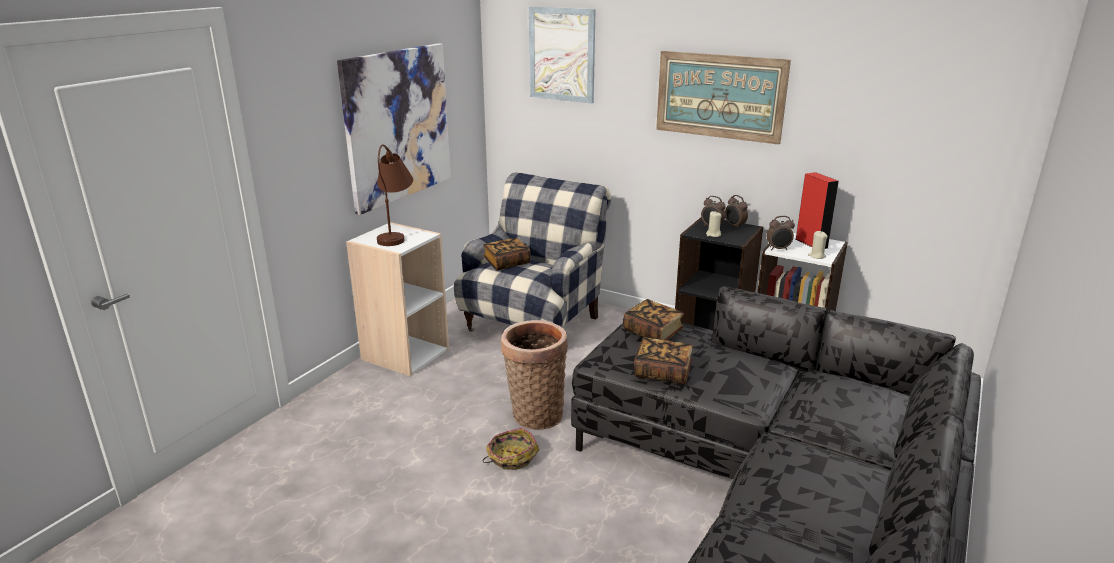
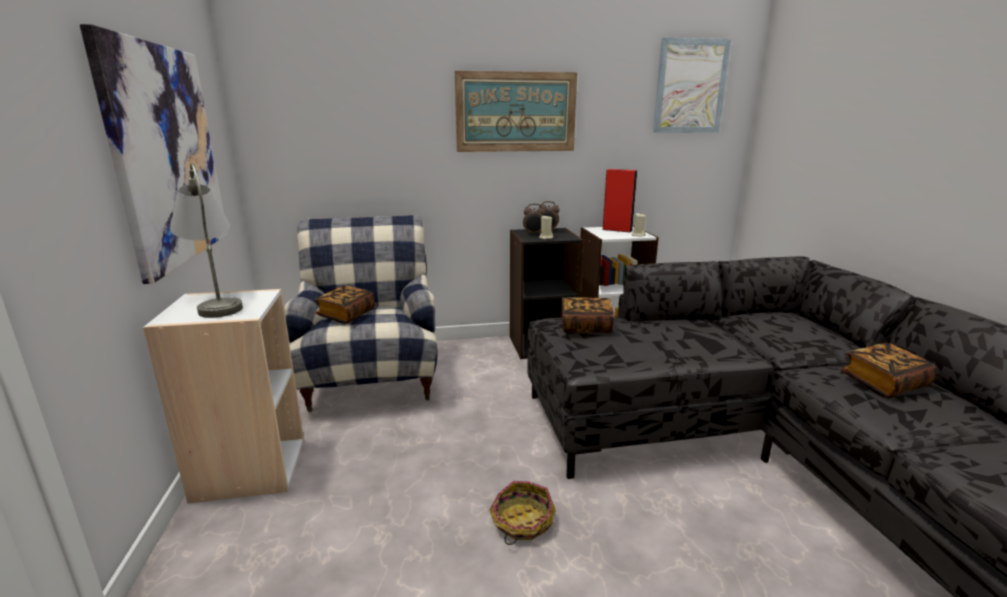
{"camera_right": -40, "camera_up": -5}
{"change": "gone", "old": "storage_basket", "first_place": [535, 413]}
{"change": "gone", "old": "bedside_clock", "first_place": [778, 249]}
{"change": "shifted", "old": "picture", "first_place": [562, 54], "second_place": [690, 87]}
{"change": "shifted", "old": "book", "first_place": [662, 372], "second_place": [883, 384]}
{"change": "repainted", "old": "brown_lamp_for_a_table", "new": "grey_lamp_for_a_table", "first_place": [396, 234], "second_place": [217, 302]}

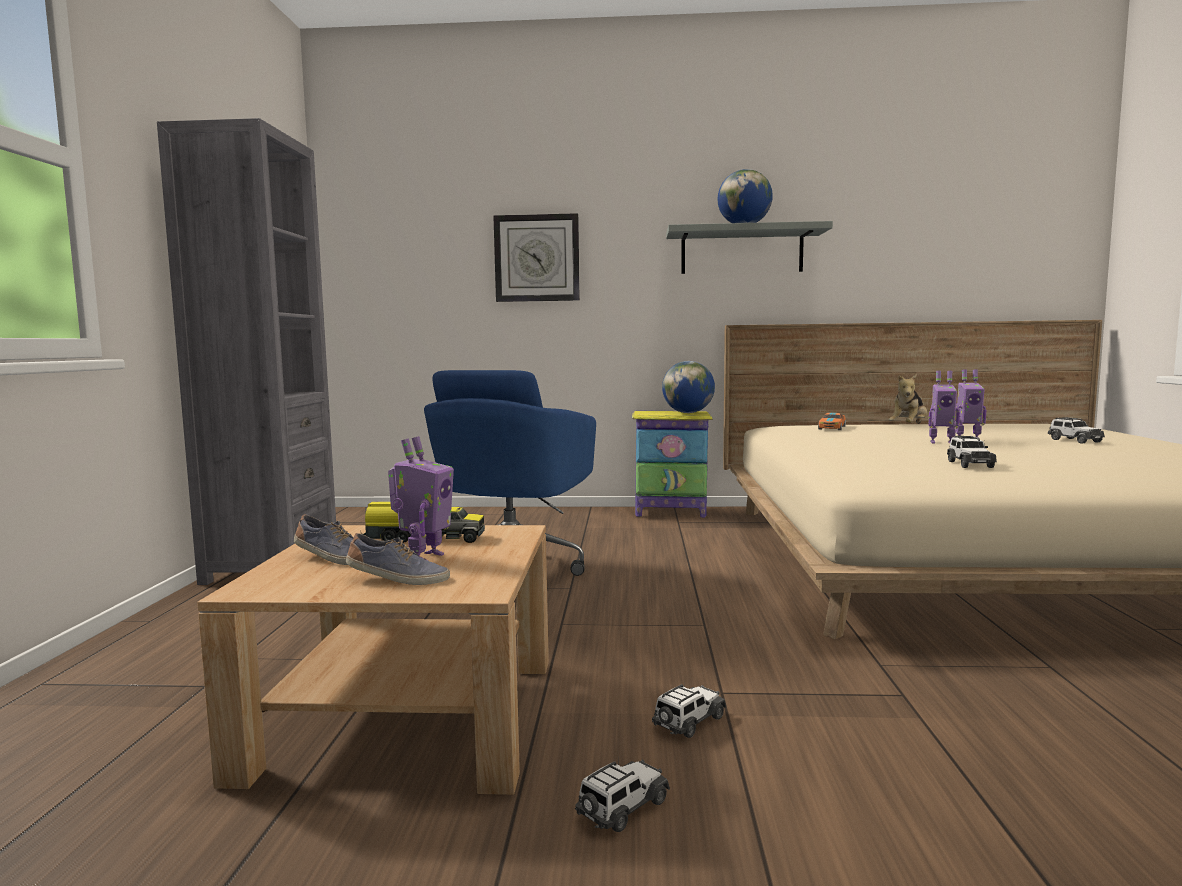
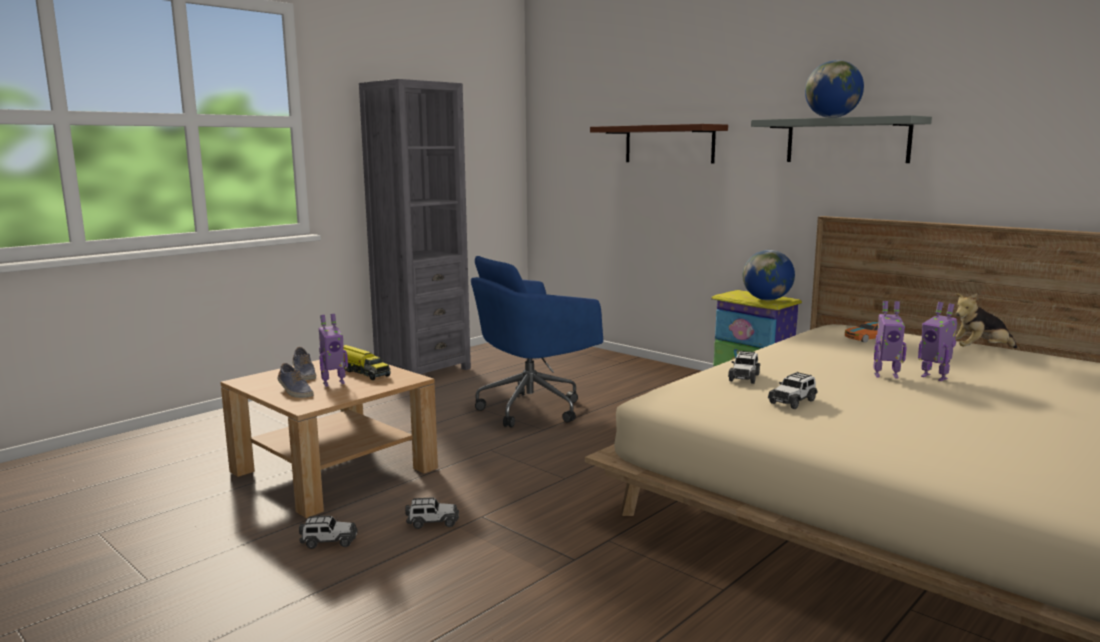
{"camera_right": 40, "camera_up": 5}
{"change": "shifted", "old": "model_car", "first_place": [1074, 440], "second_place": [744, 377]}
{"change": "swapped", "old": "hanging_clock", "new": "brown_bracket_shelf", "first_place": [537, 258], "second_place": [669, 144]}
{"change": "rotated", "old": "toy_robot", "first_place": [941, 442], "second_place": [885, 375], "degrees": -45}

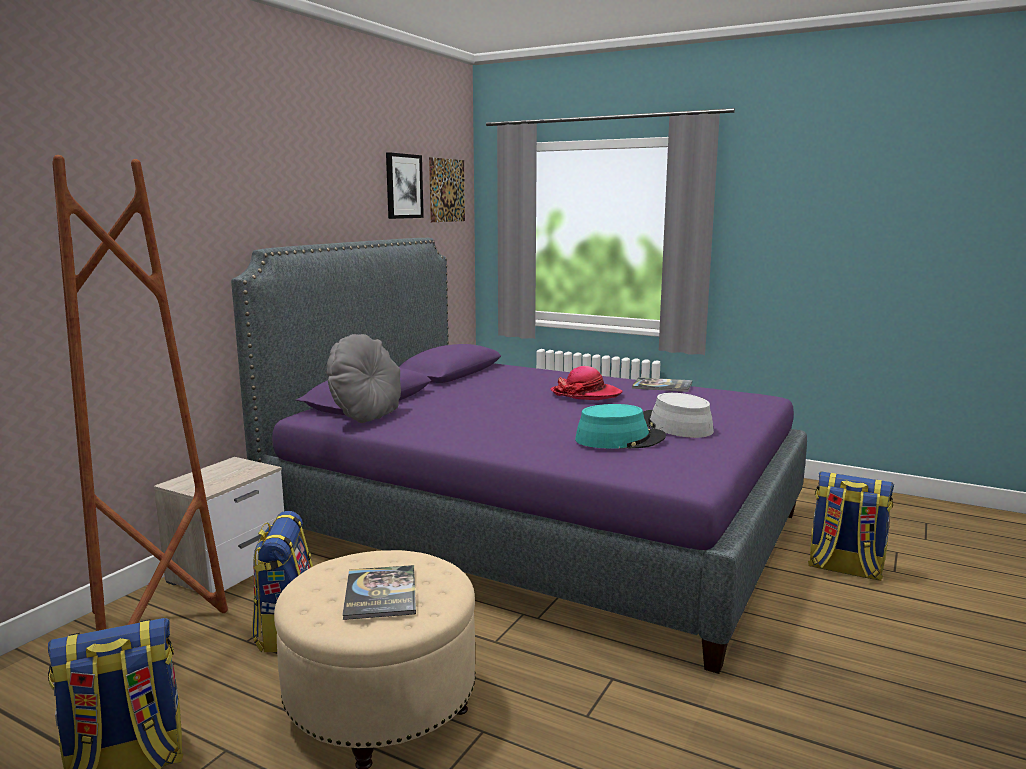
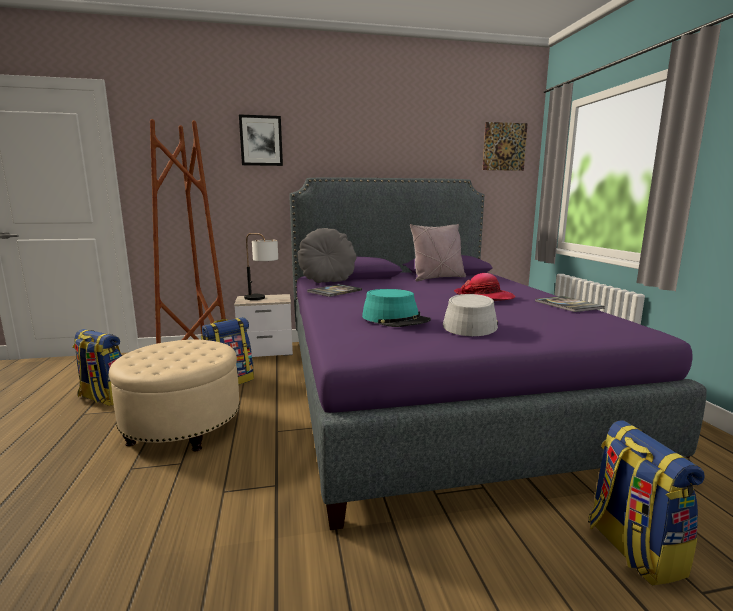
{"camera_right": 50, "camera_up": 0}
{"change": "new", "new": "lamp_for_a_table", "second_place": [262, 299]}
{"change": "new", "new": "purple-coloured_cushion", "second_place": [437, 278]}
{"change": "shifted", "old": "book", "first_place": [380, 593], "second_place": [334, 291]}
{"change": "shifted", "old": "picture", "first_place": [403, 186], "second_place": [261, 141]}

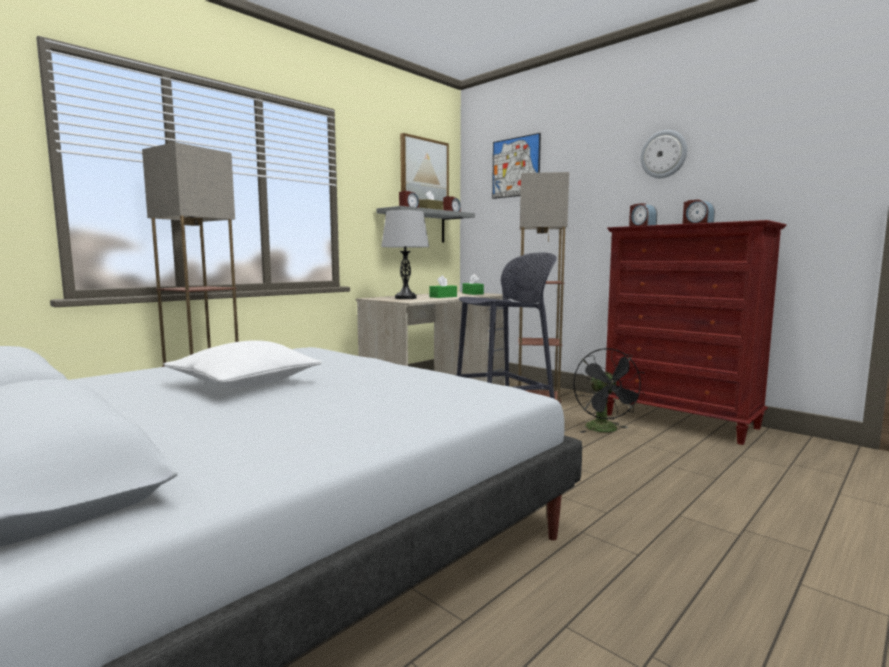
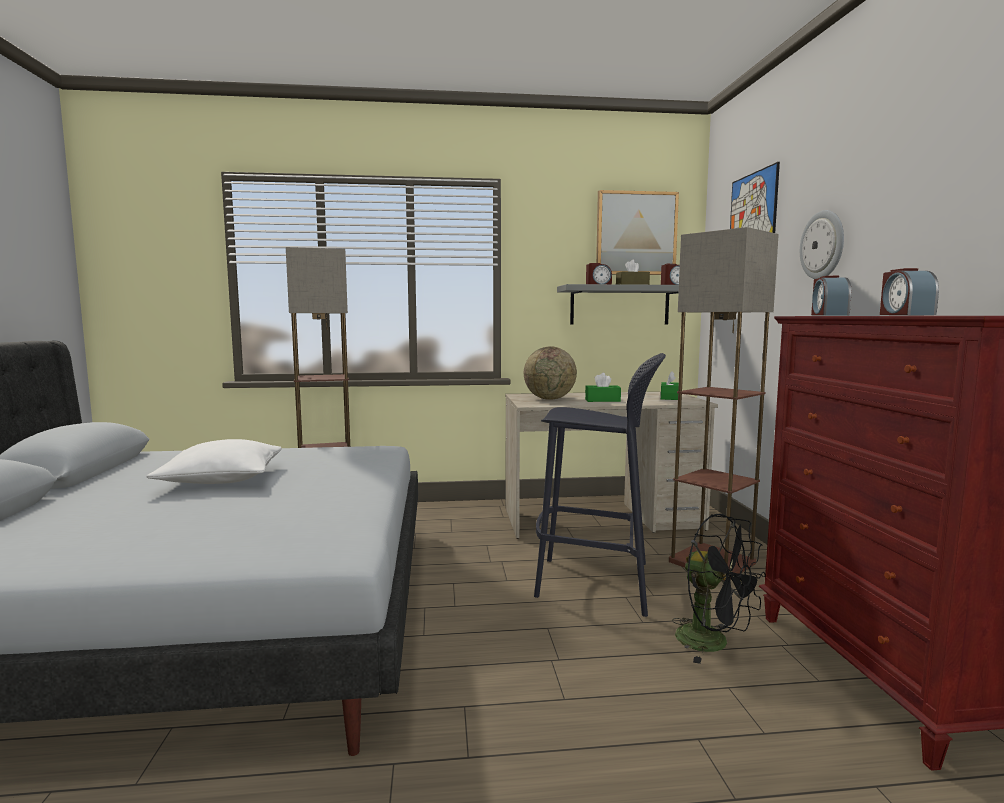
{"camera_right": 40, "camera_up": 0}
{"change": "shifted", "old": "hanging_clock", "first_place": [663, 154], "second_place": [823, 245]}
{"change": "swapped", "old": "grey_lamp_for_a_table", "new": "desk_globe", "first_place": [405, 298], "second_place": [549, 399]}
{"change": "rotated", "old": "black_electric_fan", "first_place": [606, 430], "second_place": [713, 643], "degrees": -75}

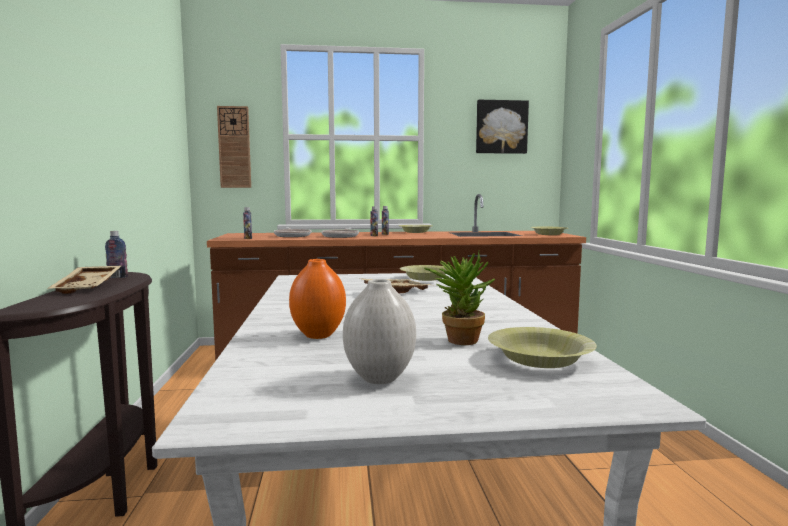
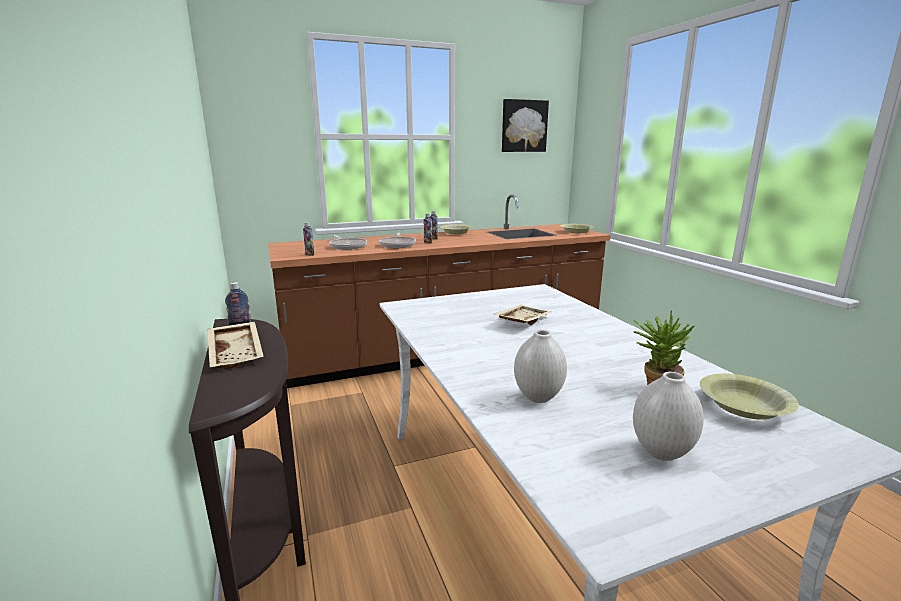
{"camera_right": -15, "camera_up": 10}
{"change": "gone", "old": "hanging_clock", "first_place": [234, 147]}
{"change": "gone", "old": "yellow-coloured_serving_bowl", "first_place": [426, 278]}
{"change": "repainted", "old": "orange-coloured_decorative_vase", "new": "whitish_decorative_vase", "first_place": [319, 335], "second_place": [539, 397]}

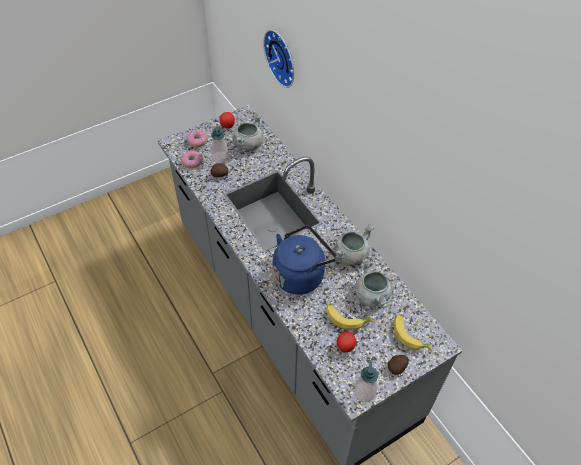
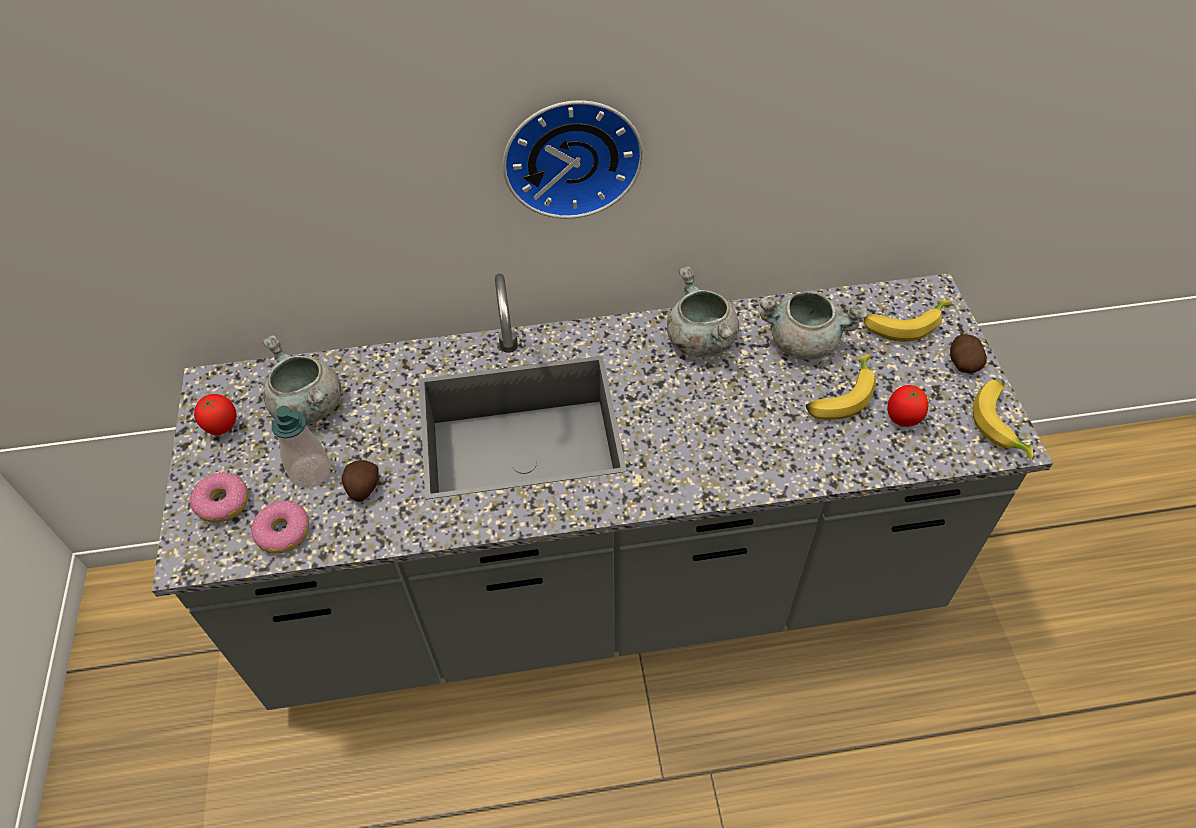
{"camera_right": -65, "camera_up": 0}
{"change": "gone", "old": "blue_kettle", "first_place": [301, 274]}
{"change": "shifted", "old": "hanging_clock", "first_place": [282, 57], "second_place": [571, 155]}
{"change": "swapped", "old": "soap_bottle", "new": "banana_fruit", "first_place": [364, 392], "second_place": [1001, 424]}

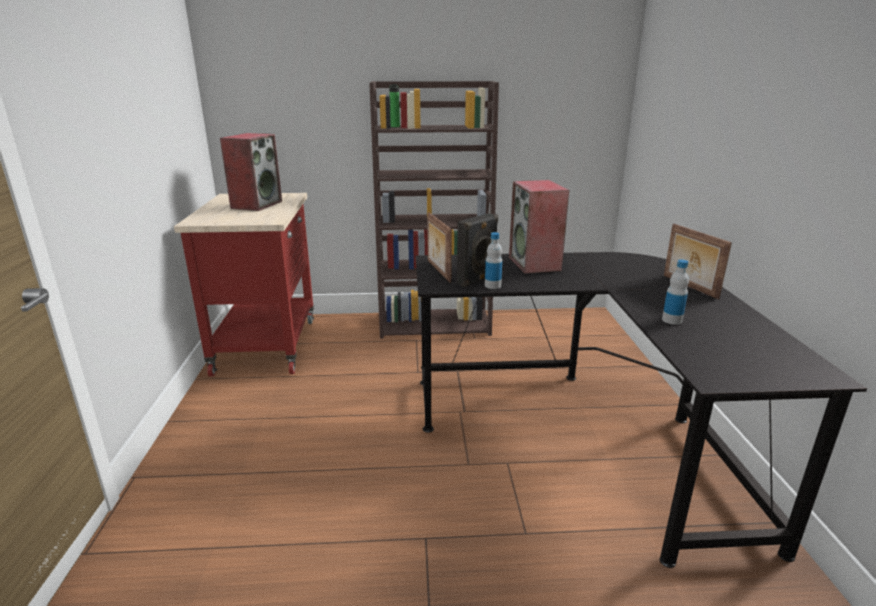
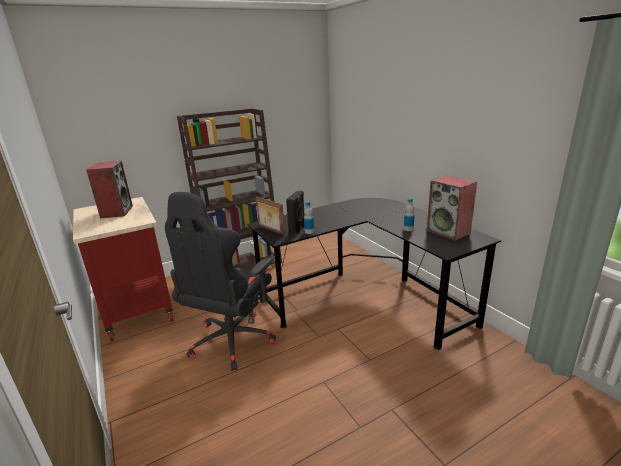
{"camera_right": -25, "camera_up": 0}
{"change": "gone", "old": "standing_frame", "first_place": [689, 286]}
{"change": "new", "new": "black_desk_chair", "second_place": [232, 340]}
{"change": "shifted", "old": "audio_speaker", "first_place": [535, 264], "second_place": [449, 232]}

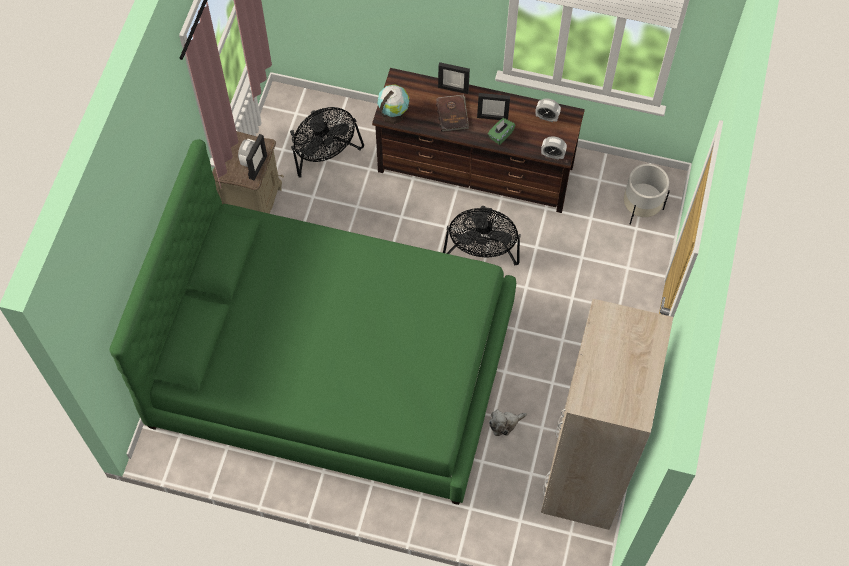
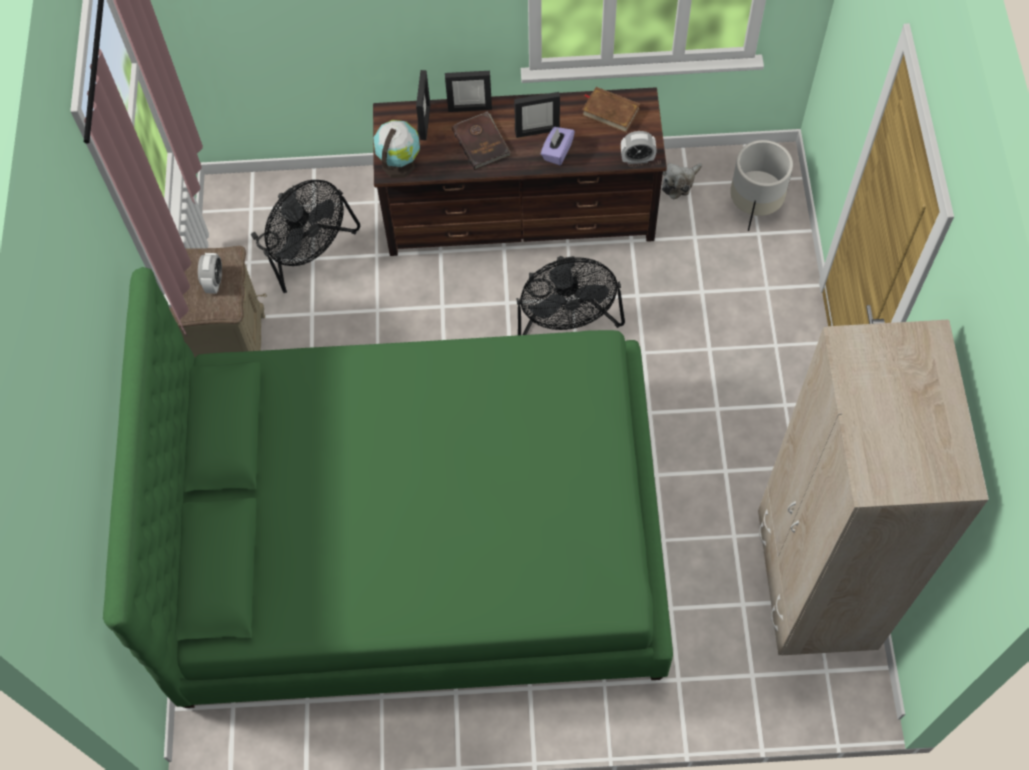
{"camera_right": -15, "camera_up": 0}
{"change": "shifted", "old": "standing_frame", "first_place": [258, 167], "second_place": [424, 122]}
{"change": "shifted", "old": "cuddly_toy", "first_place": [505, 424], "second_place": [679, 183]}
{"change": "swapped", "old": "bedside_clock", "new": "brown_book", "first_place": [547, 117], "second_place": [610, 111]}
{"change": "repainted", "old": "green-coloured_tissue_box", "new": "purple-coloured_tissue_box", "first_place": [500, 135], "second_place": [557, 152]}

